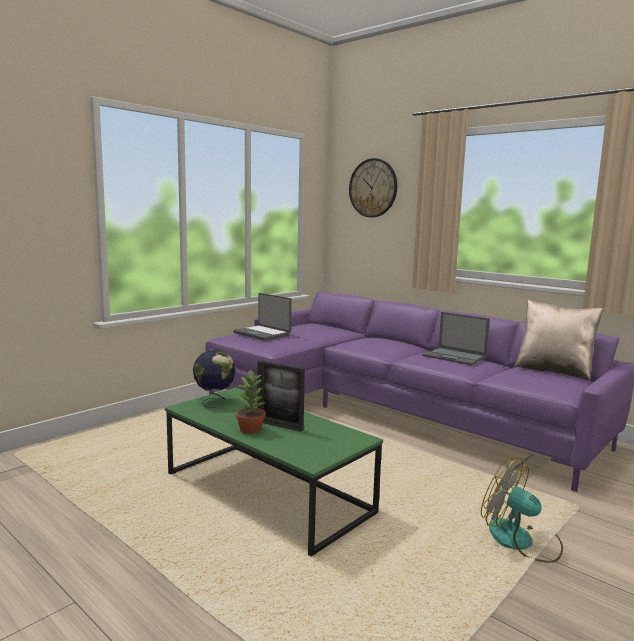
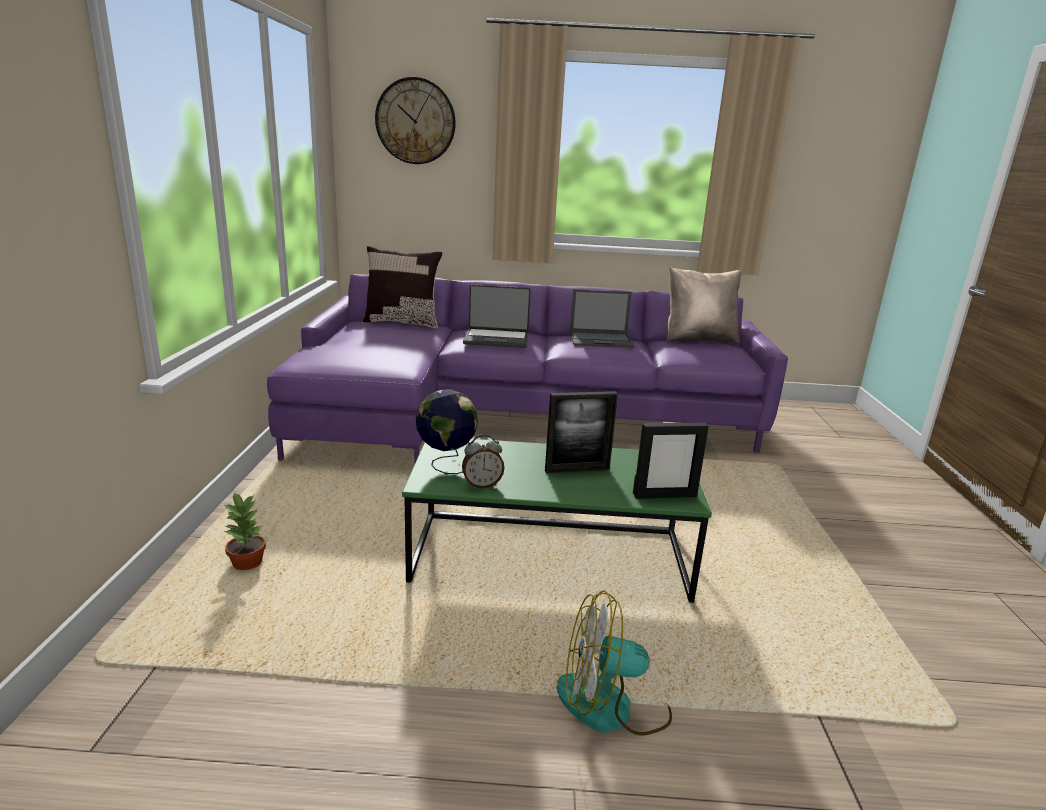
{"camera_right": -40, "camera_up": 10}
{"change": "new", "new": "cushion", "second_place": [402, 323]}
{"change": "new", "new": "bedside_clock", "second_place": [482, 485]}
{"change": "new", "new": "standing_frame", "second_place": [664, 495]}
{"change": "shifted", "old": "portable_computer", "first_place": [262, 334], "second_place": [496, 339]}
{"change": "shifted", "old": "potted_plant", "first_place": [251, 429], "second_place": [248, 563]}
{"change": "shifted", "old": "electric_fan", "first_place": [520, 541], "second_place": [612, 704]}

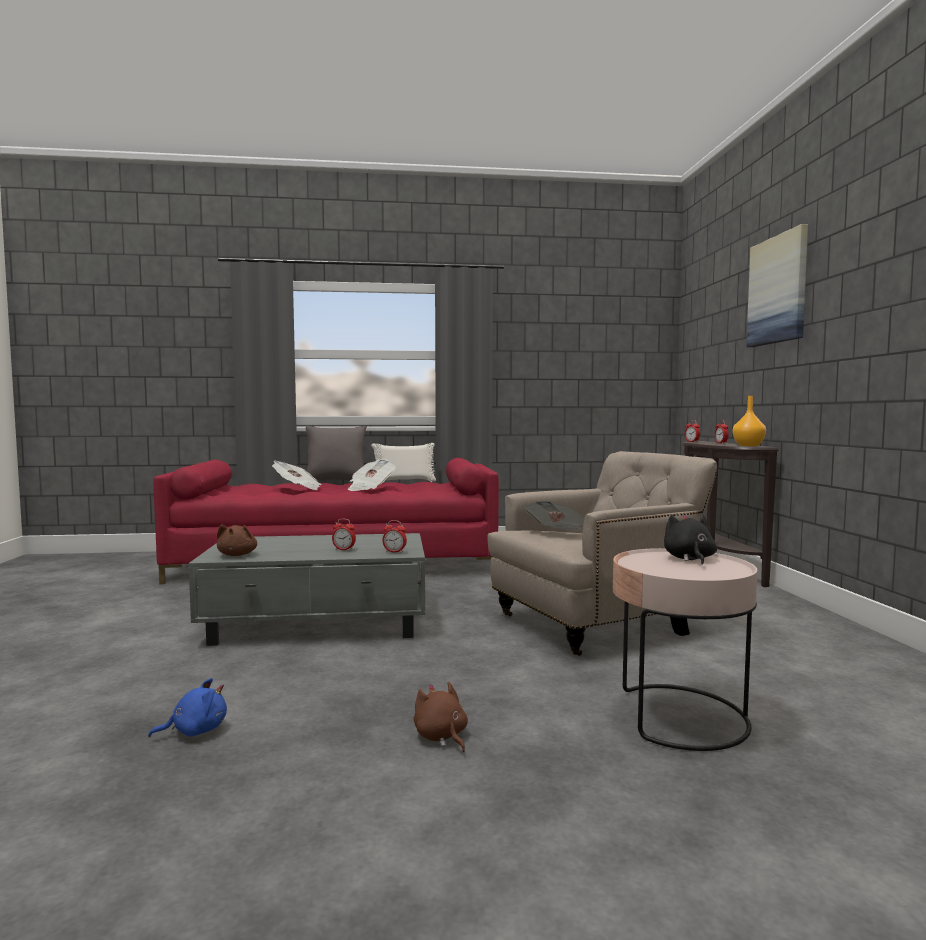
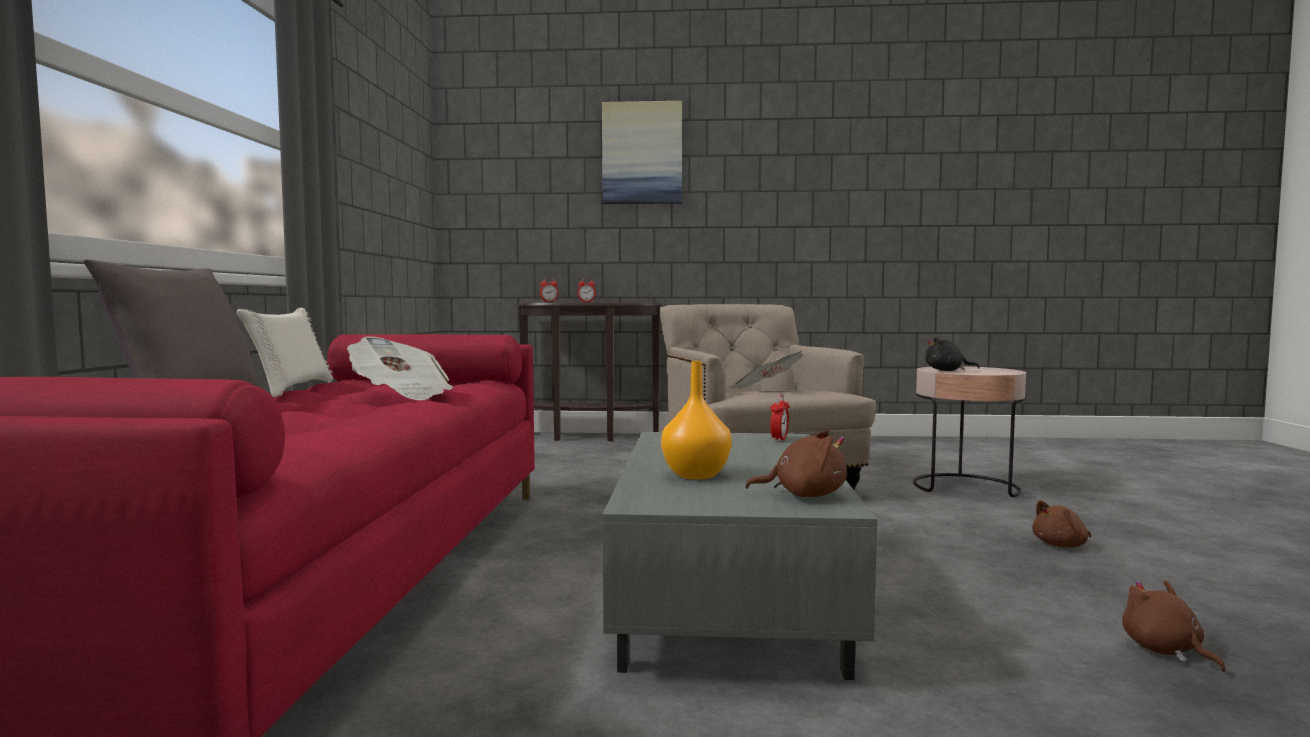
{"camera_right": -80, "camera_up": 0}
{"change": "gone", "old": "newspaper", "first_place": [298, 488]}
{"change": "gone", "old": "bedside_clock", "first_place": [344, 549]}
{"change": "shifted", "old": "orange-coloured_decorative_vase", "first_place": [747, 445], "second_place": [696, 475]}
{"change": "repainted", "old": "blue_cuddly_toy", "new": "brown_cuddly_toy", "first_place": [195, 731], "second_place": [1165, 651]}

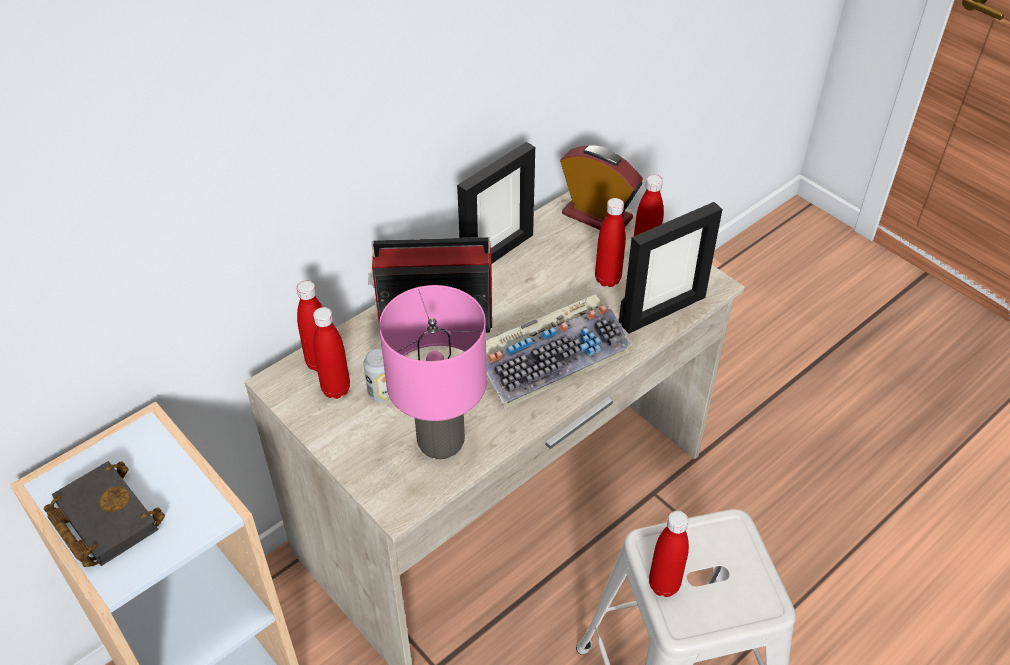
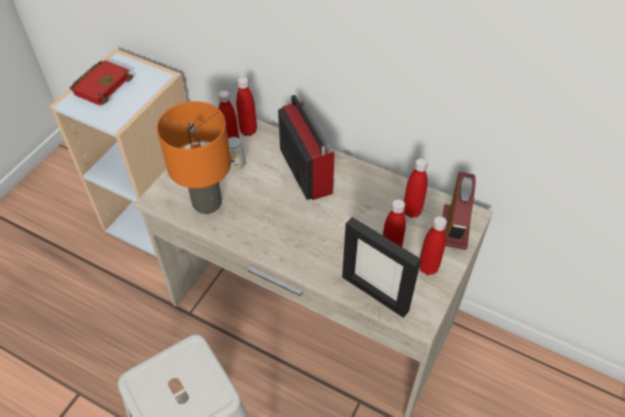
{"camera_right": 70, "camera_up": 5}
{"change": "gone", "old": "standing_frame", "first_place": [496, 253]}
{"change": "gone", "old": "keyboard", "first_place": [552, 357]}
{"change": "shifted", "old": "red_drink_bottle", "first_place": [664, 585], "second_place": [412, 211]}
{"change": "repainted", "old": "black_book", "new": "red_book", "first_place": [101, 519], "second_place": [102, 84]}
{"change": "repainted", "old": "pinkish_lamp_for_a_table", "new": "orange-coloured_lamp_for_a_table", "first_place": [442, 441], "second_place": [209, 204]}

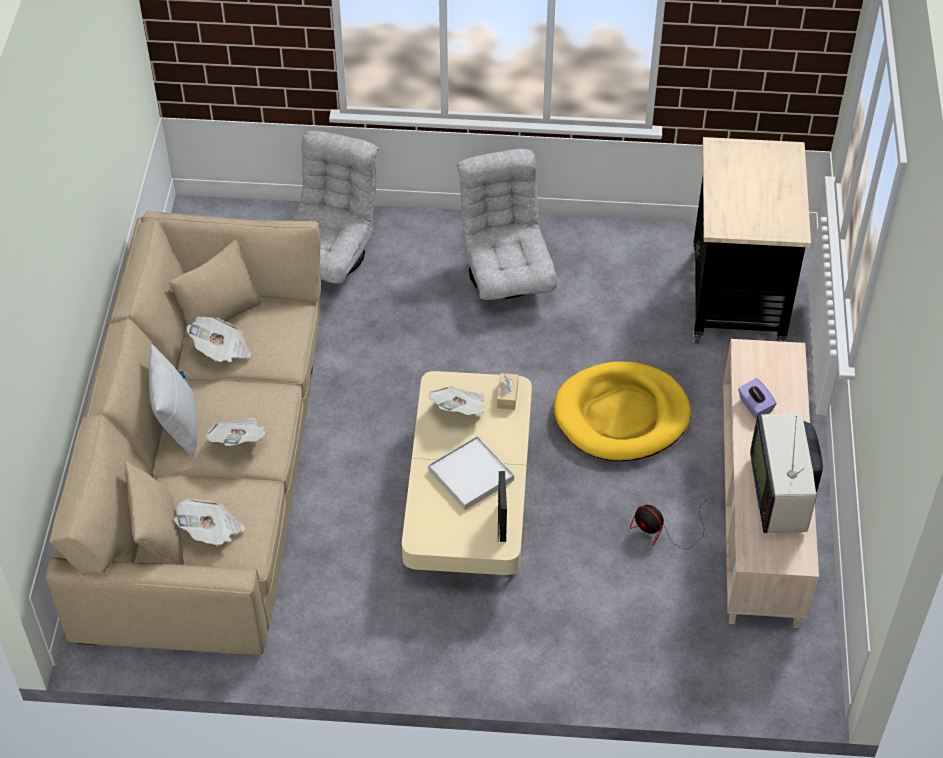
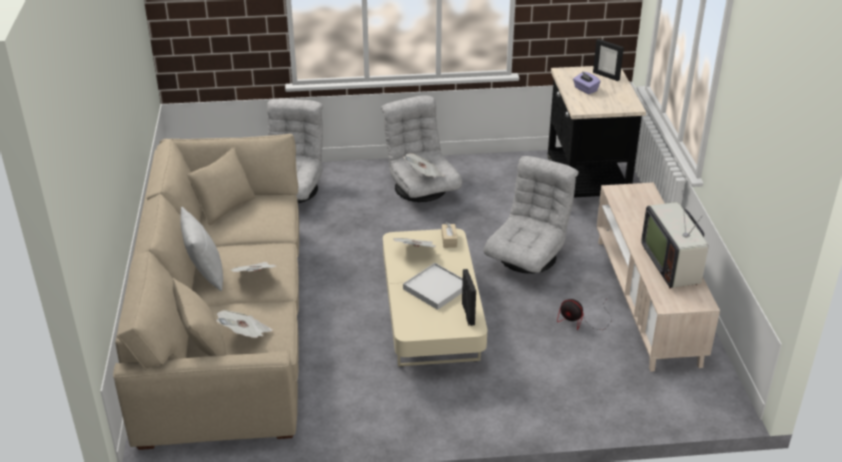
{"camera_right": -10, "camera_up": -15}
{"change": "new", "new": "standing_frame", "second_place": [606, 76]}
{"change": "shifted", "old": "newspaper", "first_place": [222, 350], "second_place": [424, 175]}
{"change": "shifted", "old": "purple-coloured_tissue_box", "first_place": [754, 406], "second_place": [585, 89]}
{"change": "swapped", "old": "yellow-coloured_dog_bed", "new": "grey_armchair", "first_place": [621, 415], "second_place": [528, 258]}

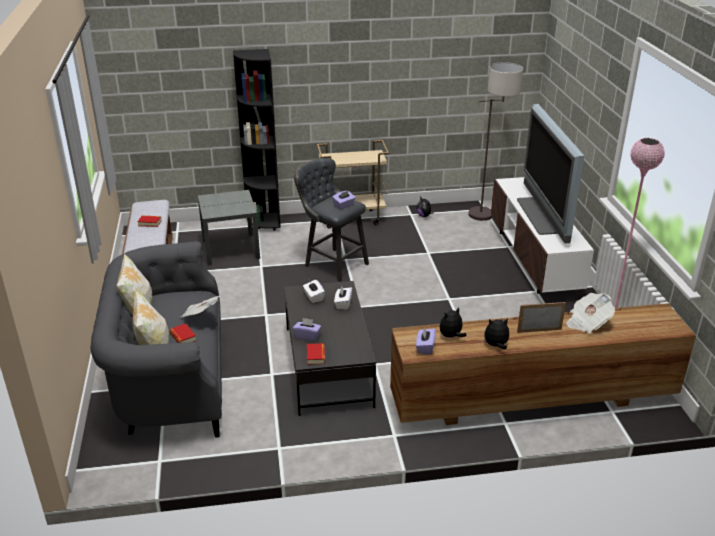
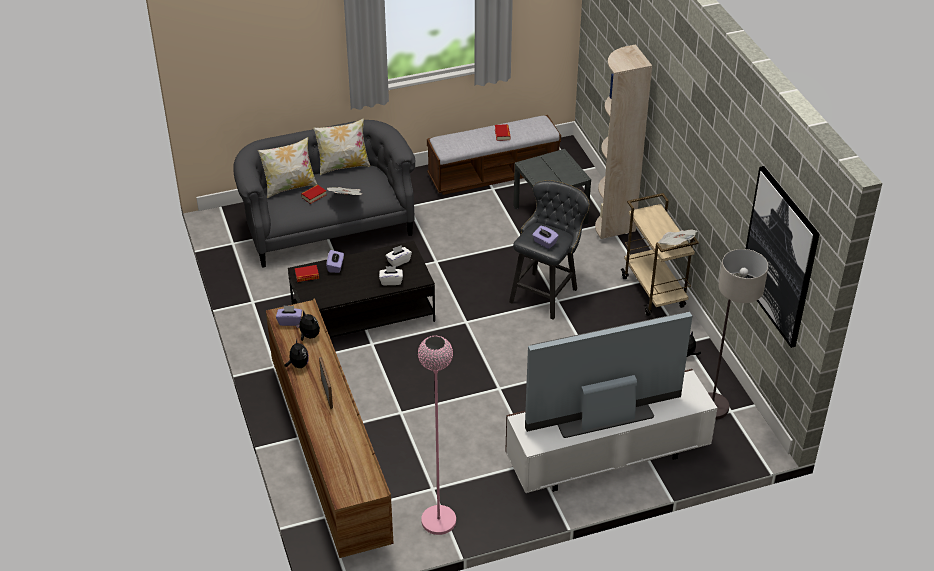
{"camera_right": 80, "camera_up": 10}
{"change": "new", "new": "picture", "second_place": [780, 256]}
{"change": "shifted", "old": "newspaper", "first_place": [587, 322], "second_place": [675, 244]}
{"change": "repainted", "old": "black_bookcase", "new": "beige-coloured_bookcase", "first_place": [264, 224], "second_place": [612, 228]}

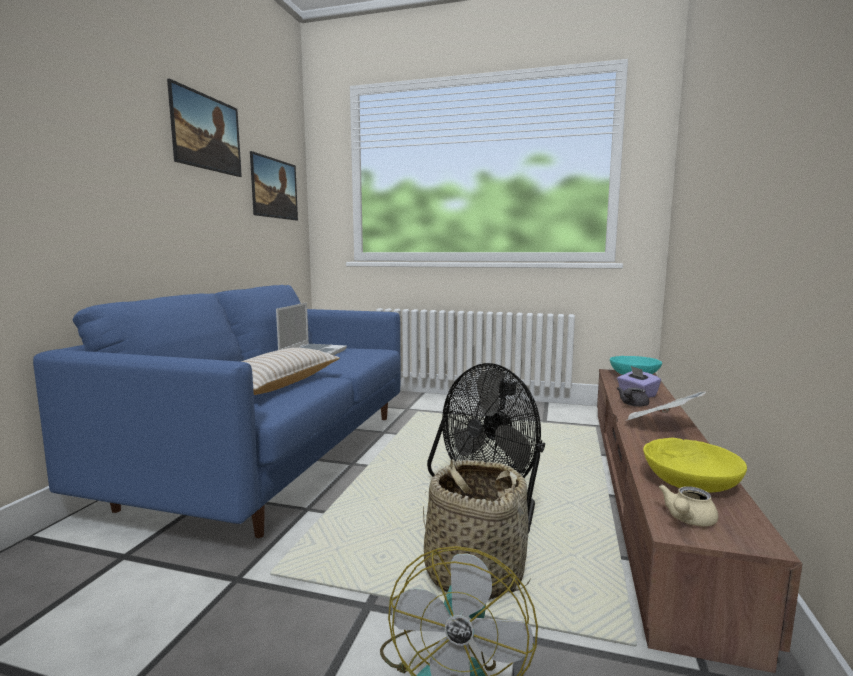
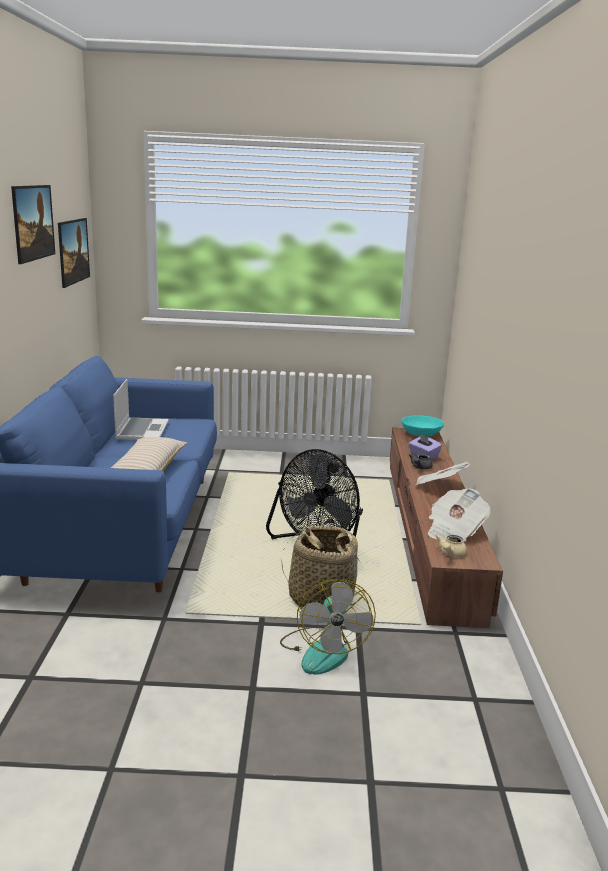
{"camera_right": -15, "camera_up": 10}
{"change": "swapped", "old": "yellow-coloured_serving_bowl", "new": "newspaper", "first_place": [689, 482], "second_place": [454, 530]}

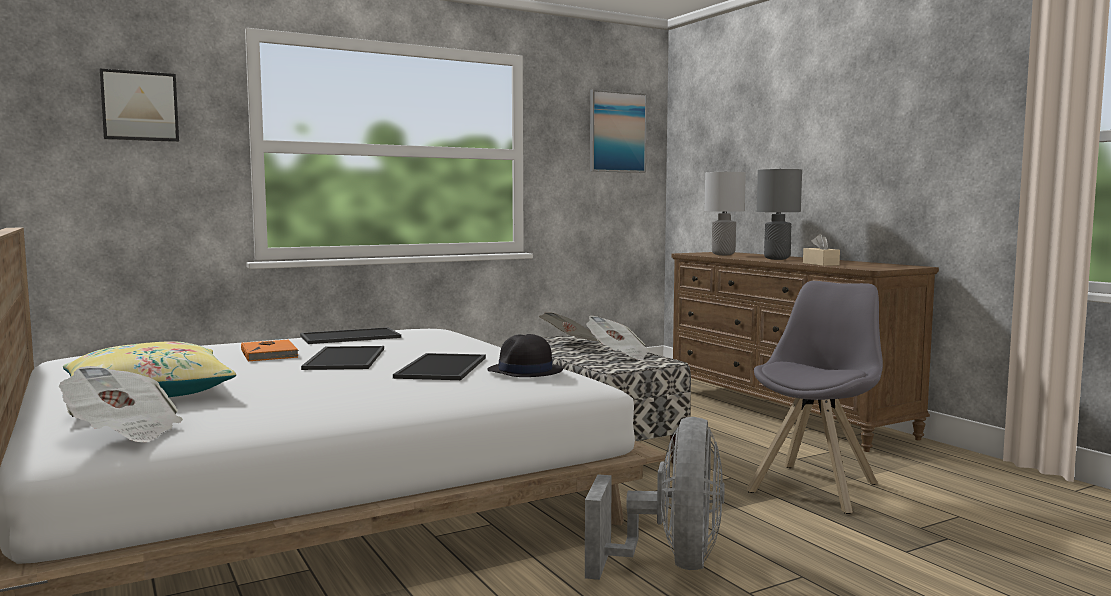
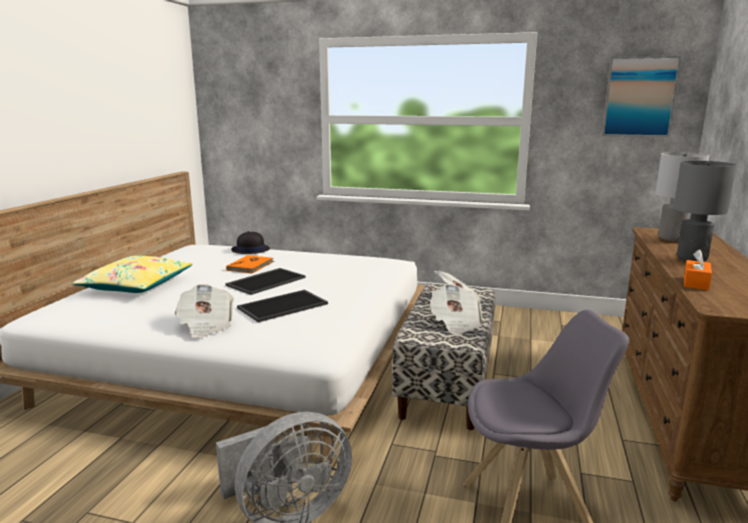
{"camera_right": 45, "camera_up": 10}
{"change": "gone", "old": "picture", "first_place": [139, 106]}
{"change": "gone", "old": "tray", "first_place": [349, 337]}
{"change": "shifted", "old": "newspaper", "first_place": [124, 432], "second_place": [206, 325]}
{"change": "shifted", "old": "black_clothing_hat", "first_place": [525, 371], "second_place": [250, 250]}
{"change": "repainted", "old": "beige-coloured_tissue_box", "new": "orange-coloured_tissue_box", "first_place": [820, 264], "second_place": [696, 283]}

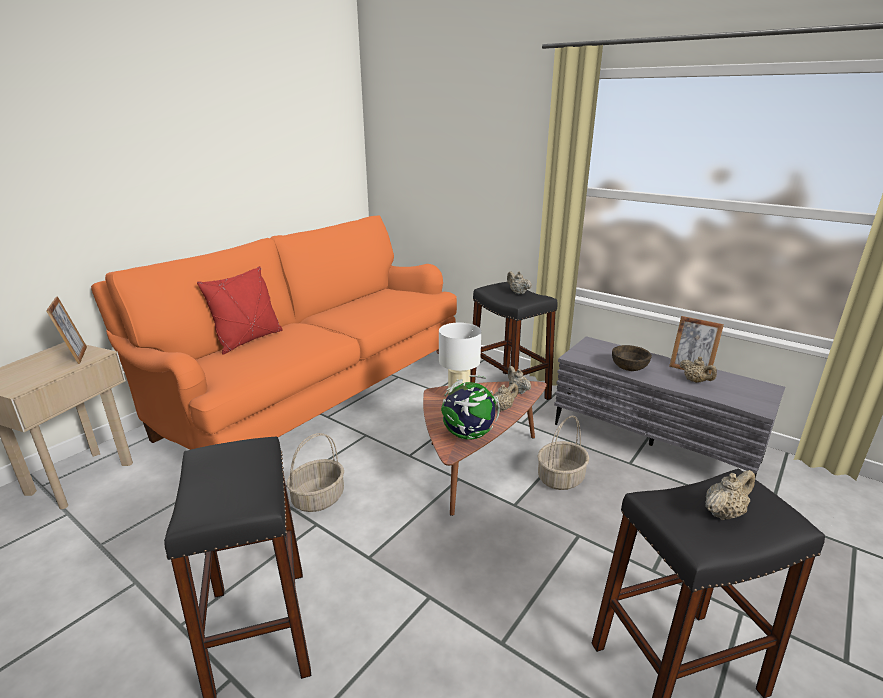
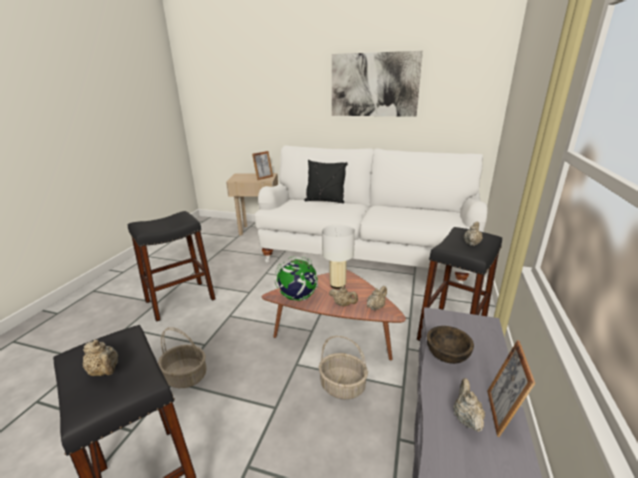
{"camera_right": 70, "camera_up": 0}
{"change": "new", "new": "picture", "second_place": [374, 85]}
{"change": "shifted", "old": "storage_basket", "first_place": [318, 498], "second_place": [186, 376]}
{"change": "repainted", "old": "orange-coloured_sofa", "new": "whitish_sofa", "first_place": [314, 391], "second_place": [366, 252]}
{"change": "repainted", "old": "red_cushion", "new": "black_cushion", "first_place": [248, 340], "second_place": [325, 201]}
{"change": "rotated", "old": "beige-coloured_tea_pot", "first_place": [695, 381], "second_place": [466, 418], "degrees": 150}

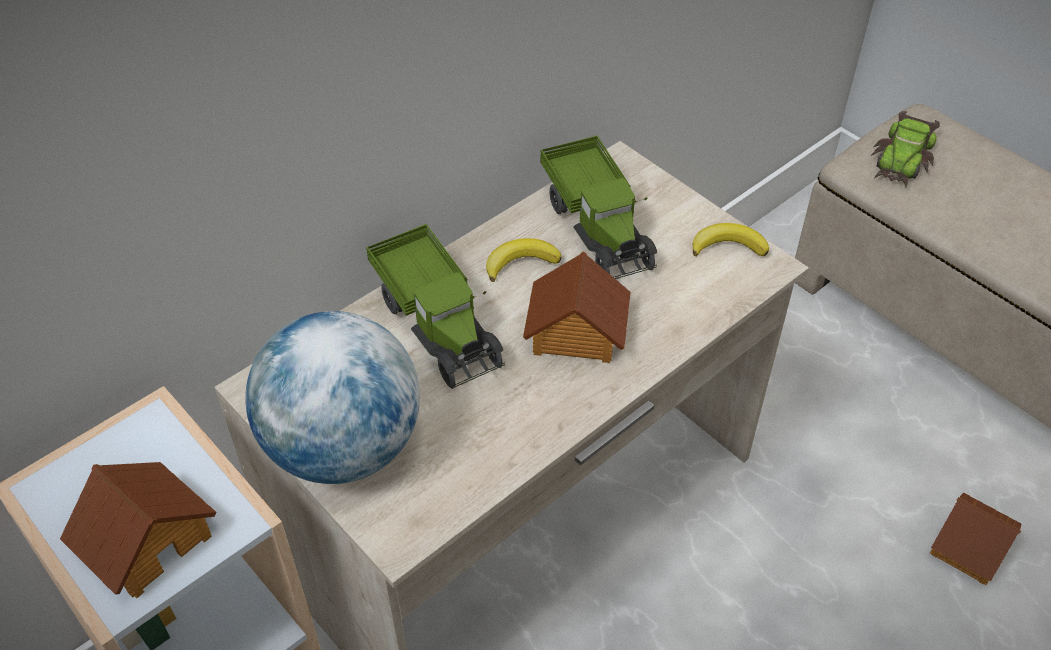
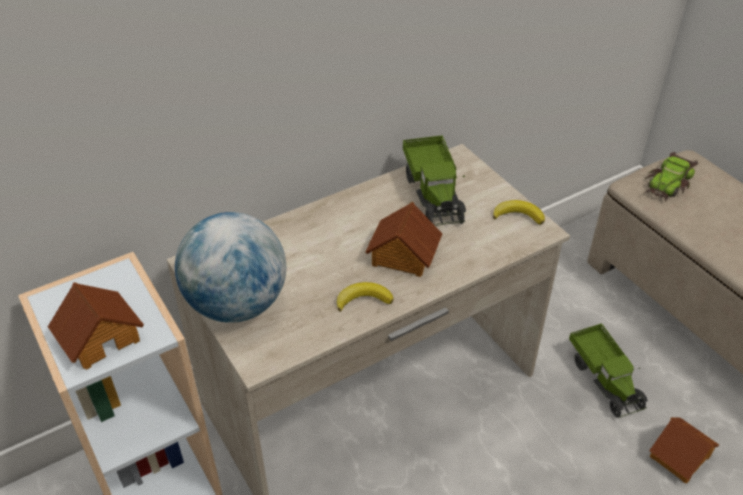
{"camera_right": 10, "camera_up": -5}
{"change": "shifted", "old": "toy_lorry", "first_place": [438, 324], "second_place": [605, 379]}
{"change": "shifted", "old": "banana_fruit", "first_place": [520, 262], "second_place": [363, 299]}

